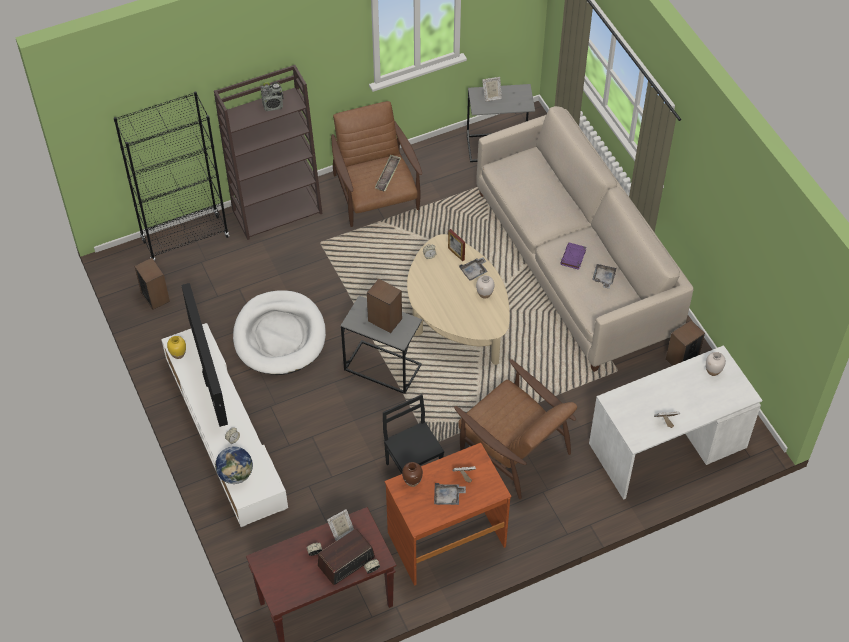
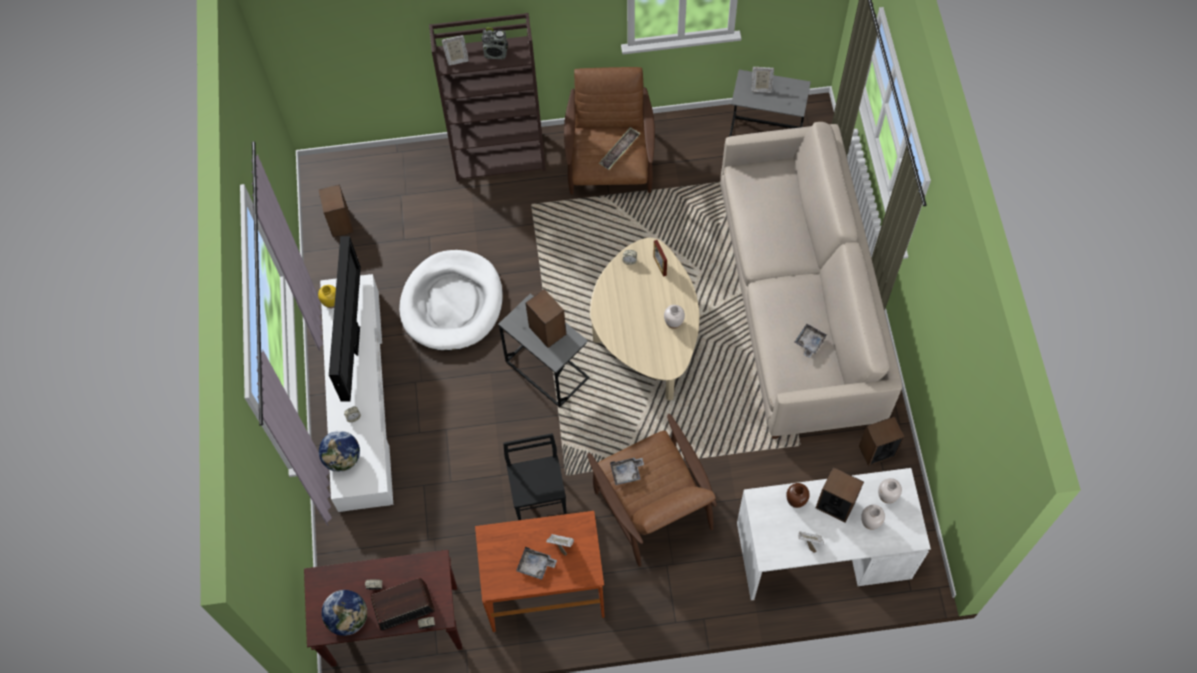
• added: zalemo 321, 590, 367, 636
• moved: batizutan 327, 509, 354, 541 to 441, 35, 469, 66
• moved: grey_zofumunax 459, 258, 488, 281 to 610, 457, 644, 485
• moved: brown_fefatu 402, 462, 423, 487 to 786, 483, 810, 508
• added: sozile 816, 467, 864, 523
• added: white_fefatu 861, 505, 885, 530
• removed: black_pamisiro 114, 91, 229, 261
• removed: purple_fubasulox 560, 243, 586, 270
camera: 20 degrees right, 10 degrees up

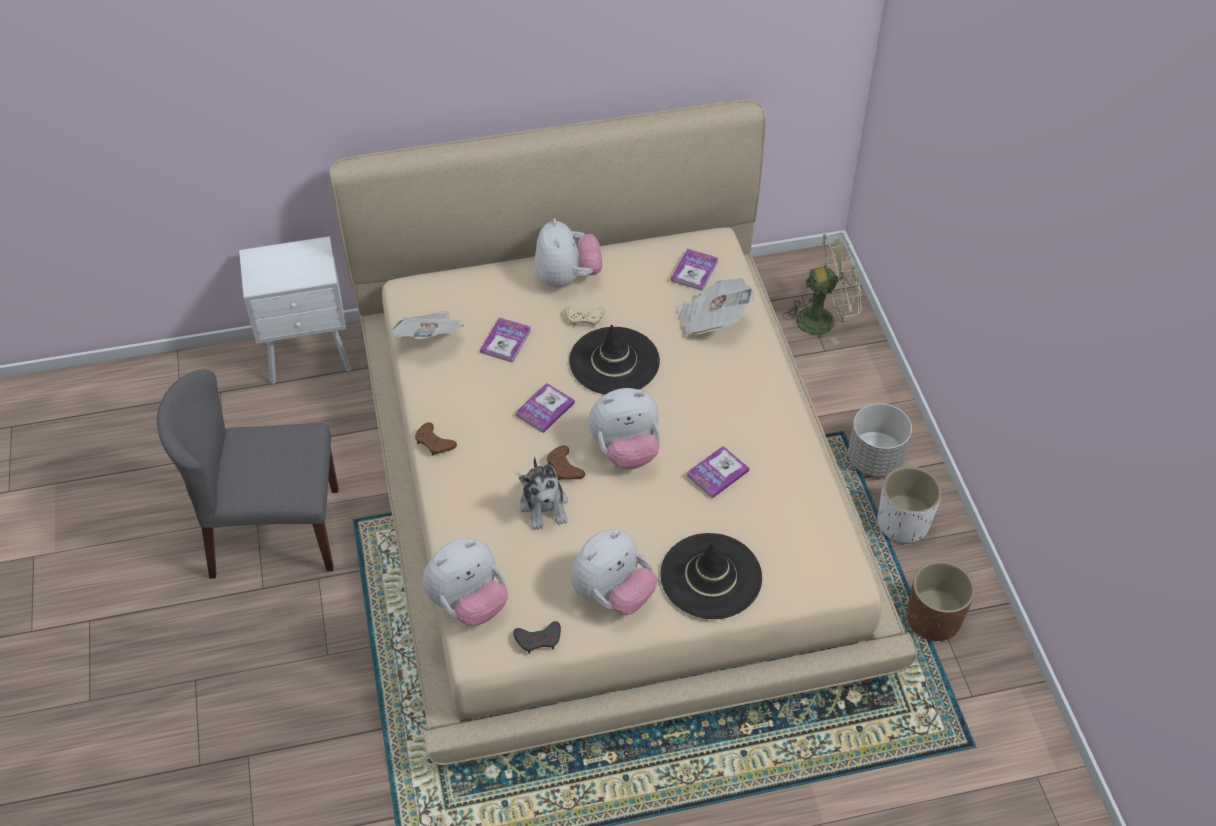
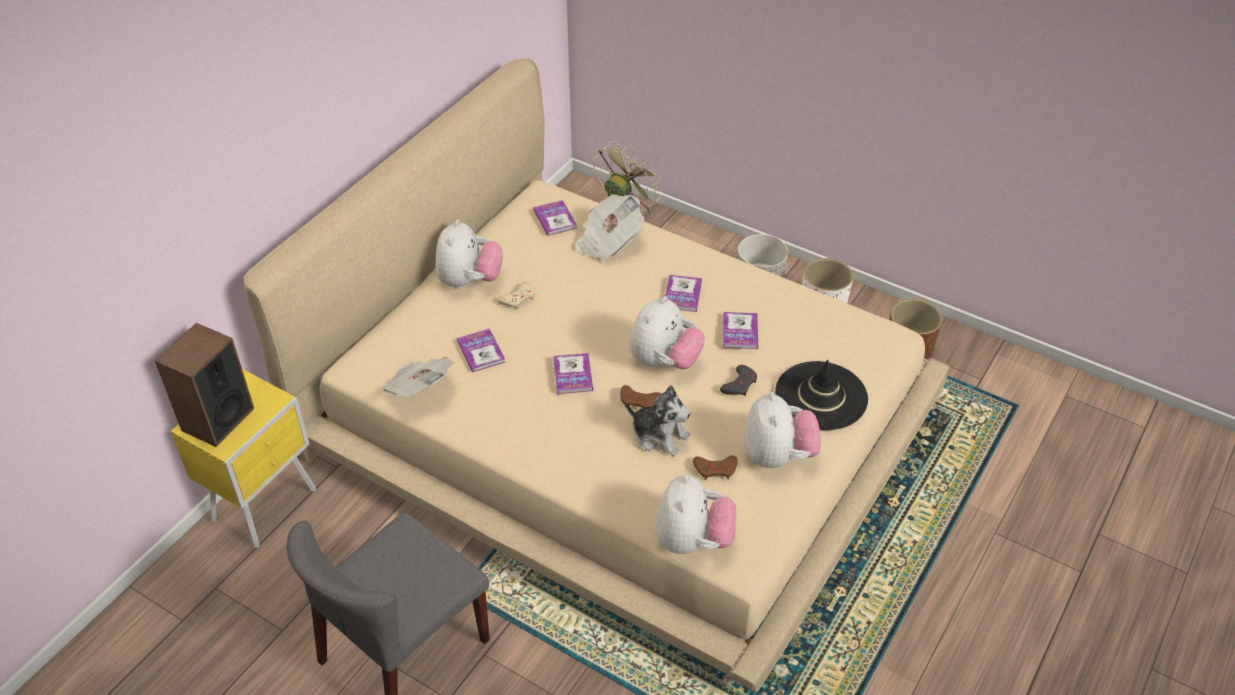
• added: sozile 155, 323, 254, 447
• recoloured: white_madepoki 239, 236, 352, 384 to yellow_madepoki 170, 369, 316, 548
• turned: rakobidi 535, 218, 602, 288 = 435, 219, 503, 289 60 degrees clockwise
• added: fubasulox 665, 275, 702, 312
• moved: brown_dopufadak 415, 422, 457, 456 to 693, 455, 737, 480
• moved: grey_dopufadak 513, 621, 561, 654 to 720, 365, 757, 396
• removed: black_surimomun 569, 325, 660, 395
camera: 45 degrees left, 5 degrees down

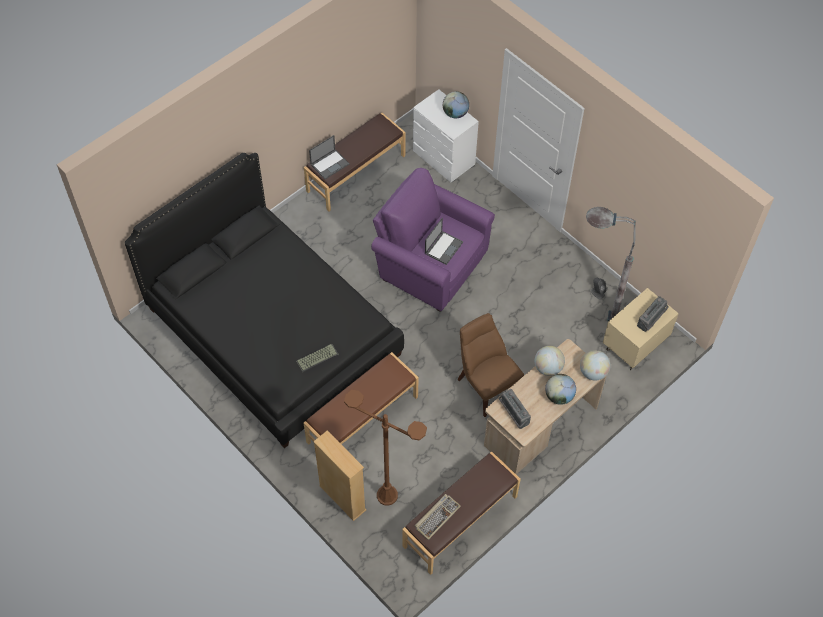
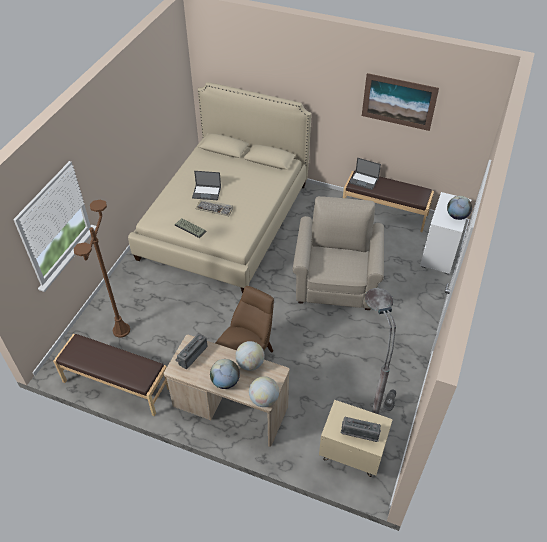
• recoloured: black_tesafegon 125, 153, 404, 448 to beige_tesafegon 128, 82, 311, 293
• moved: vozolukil 425, 218, 463, 265 to 192, 171, 221, 200
• moved: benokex 415, 494, 461, 540 to 196, 199, 233, 216
• recoloured: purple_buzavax 371, 168, 495, 311 to beige_buzavax 293, 196, 384, 310
• added: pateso 362, 73, 439, 131
• removed: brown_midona 304, 352, 419, 444
• removed: beige_pamisiro 313, 431, 366, 521
camera: 65 degrees right, 10 degrees down

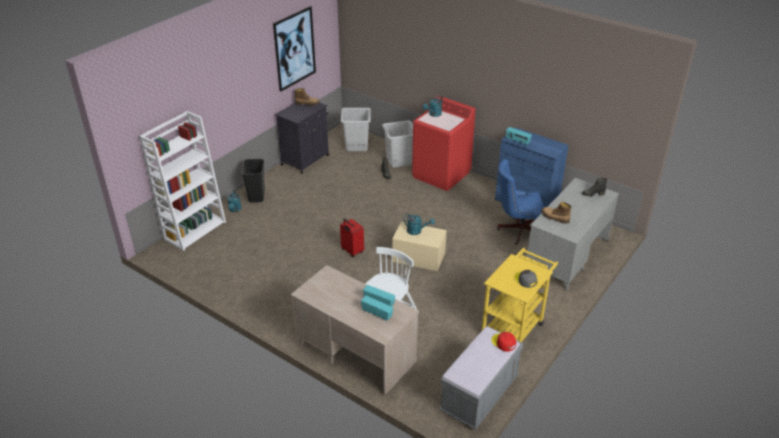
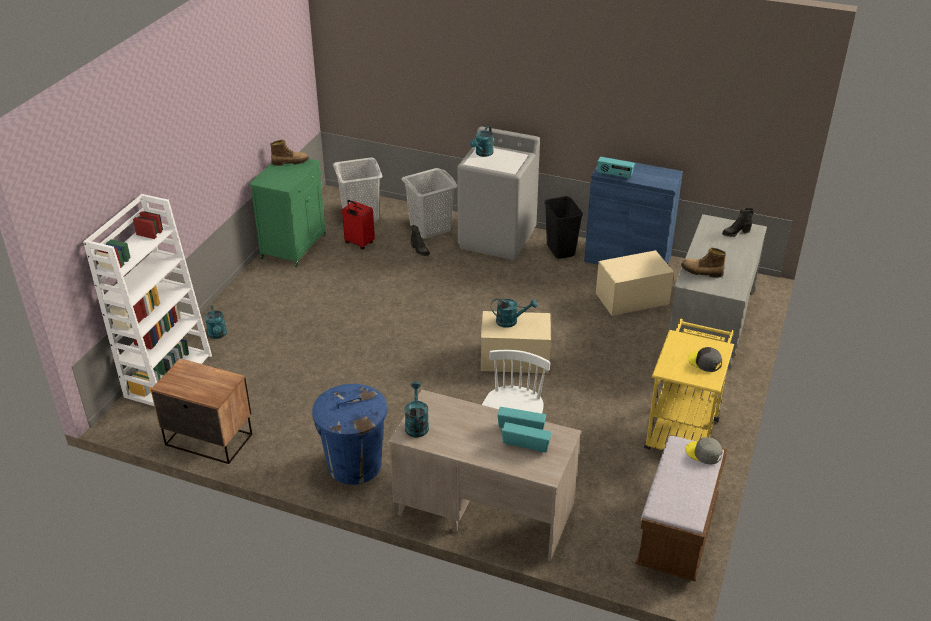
• added: madepoki 151, 358, 252, 464
• recoloured: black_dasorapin 275, 103, 329, 174 to green_dasorapin 249, 159, 326, 267
• added: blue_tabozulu 312, 384, 387, 485
• moved: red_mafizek 340, 219, 364, 257 to 342, 200, 375, 250
• added: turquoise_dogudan 405, 382, 429, 438
• recoloured: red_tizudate 412, 96, 476, 191 to grey_tizudate 457, 127, 540, 260
• moved: black_tabozulu 241, 159, 265, 203 to 544, 196, 583, 259
• replaced: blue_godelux 497, 159, 544, 245 to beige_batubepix 596, 250, 674, 316
• recoloured: grey_midona 439, 326, 523, 430 to brown_midona 635, 435, 728, 581
• recoloured: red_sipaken 492, 332, 516, 352 to grey_sipaken 686, 437, 723, 465
• removed: pateso 273, 6, 316, 92
camera: 15 degrees left, 0 degrees up

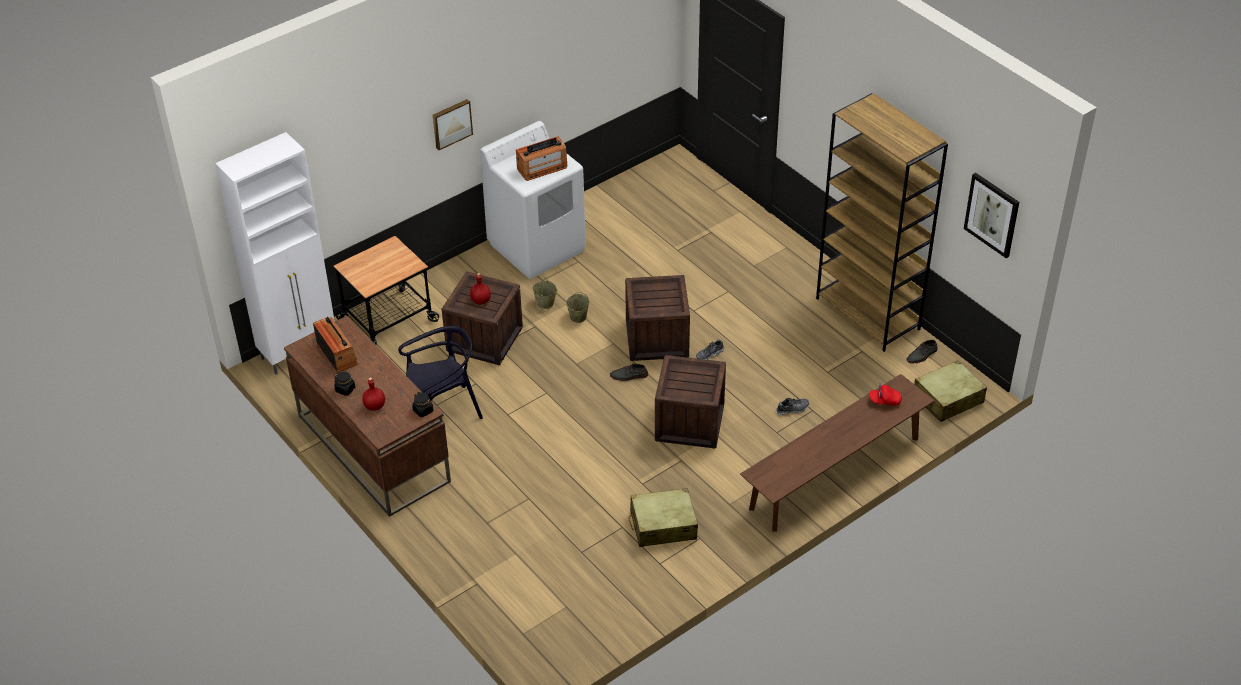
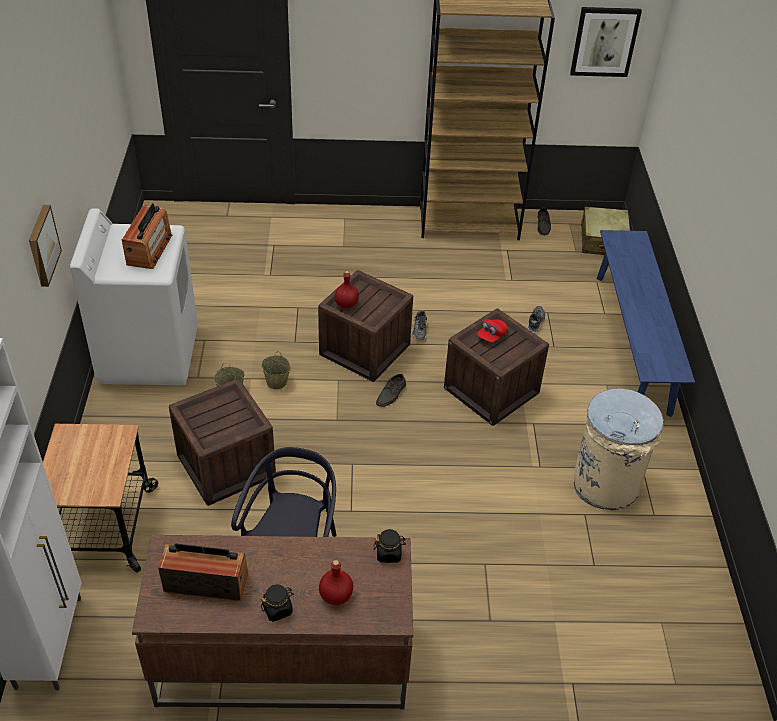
• moved: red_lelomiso 470, 273, 491, 304 to 335, 271, 359, 308
• moved: red_sipaken 869, 384, 902, 406 to 477, 319, 508, 342
• replaced: beige_mafizek 629, 488, 698, 547 to beige_tabozulu 573, 388, 664, 510
• recoloured: brown_midona 740, 374, 935, 532 to blue_midona 597, 230, 695, 417
camera: 55 degrees left, 0 degrees up

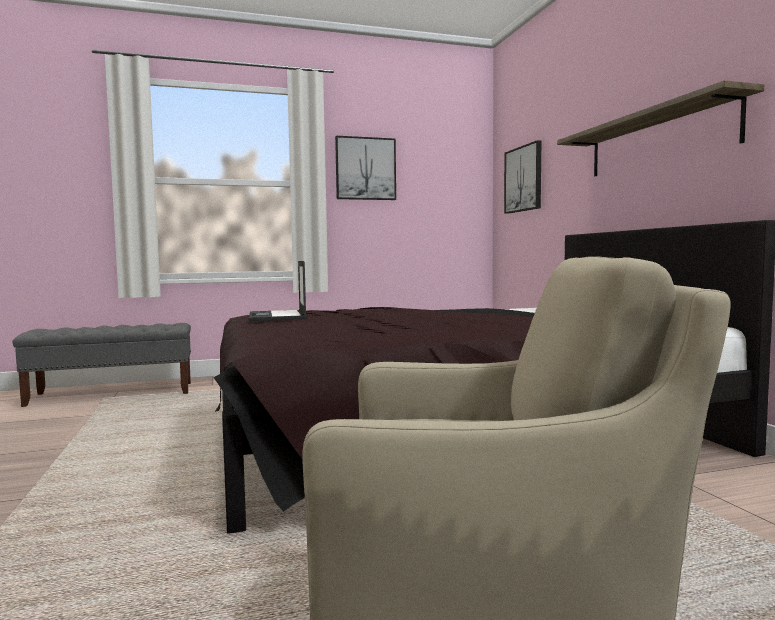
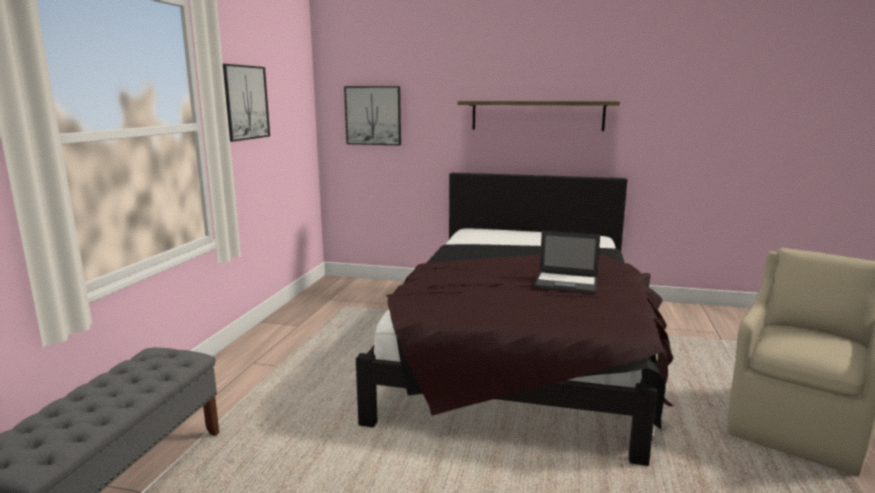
• moved: vozolukil 249, 261, 307, 321 to 534, 231, 600, 294
camera: 60 degrees left, 10 degrees up

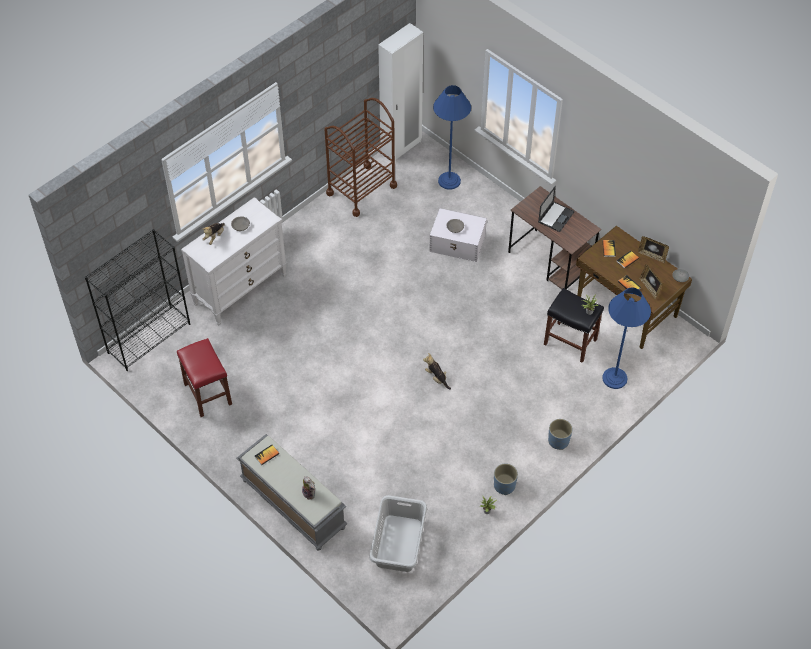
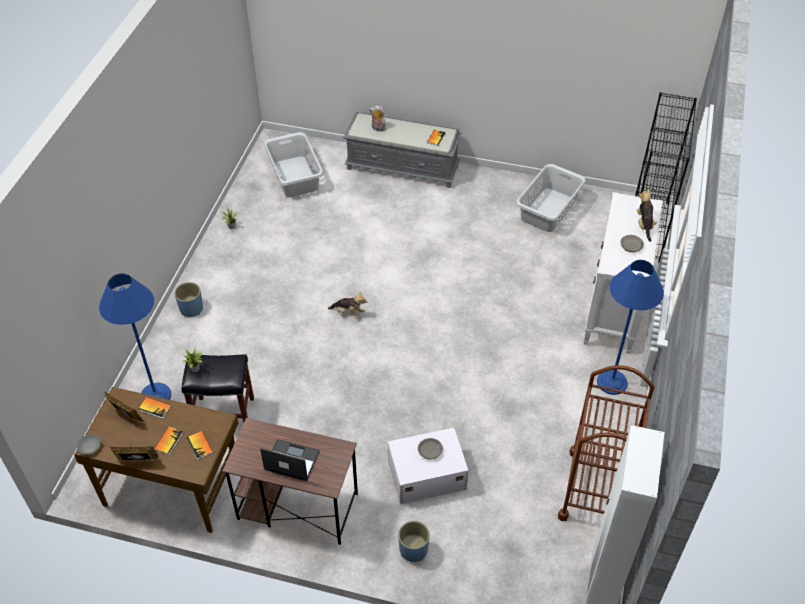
• turned: vozolukil 538, 186, 575, 232 = 260, 439, 320, 481 105 degrees clockwise
• moved: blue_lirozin 494, 464, 518, 495 to 398, 521, 430, 562
• replaced: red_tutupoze 177, 338, 232, 417 to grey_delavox 516, 164, 586, 232
• moved: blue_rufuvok 433, 85, 471, 190 to 597, 260, 664, 395
camera: 150 degrees right, 5 degrees down

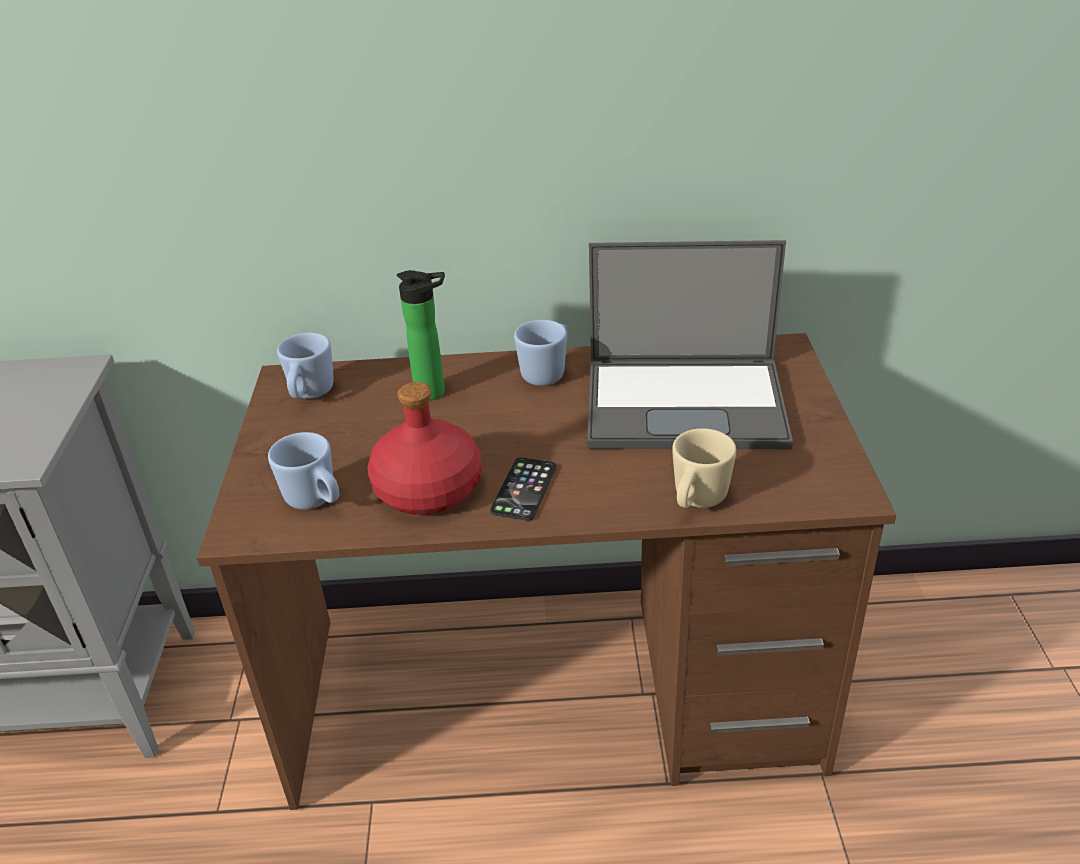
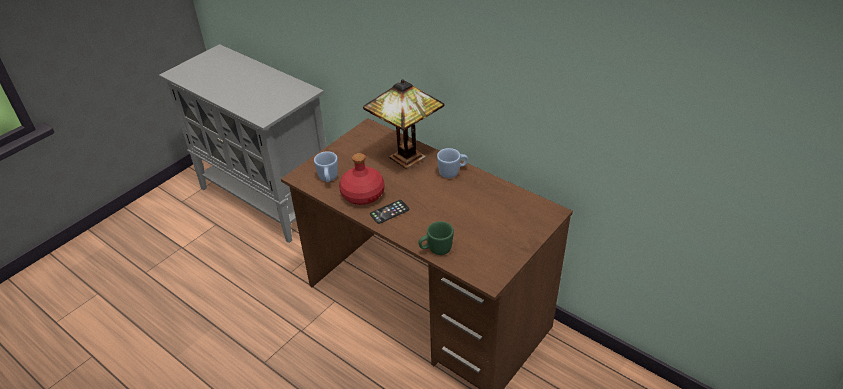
• replaced: lelomiso 397, 270, 445, 400 to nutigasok 363, 79, 444, 169
• recoloured: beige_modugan 672, 428, 736, 508 to green_modugan 419, 221, 454, 255
• removed: blue_modugan 277, 333, 334, 399
• removed: vozolukil 587, 240, 793, 449
camera: 40 degrees right, 5 degrees up

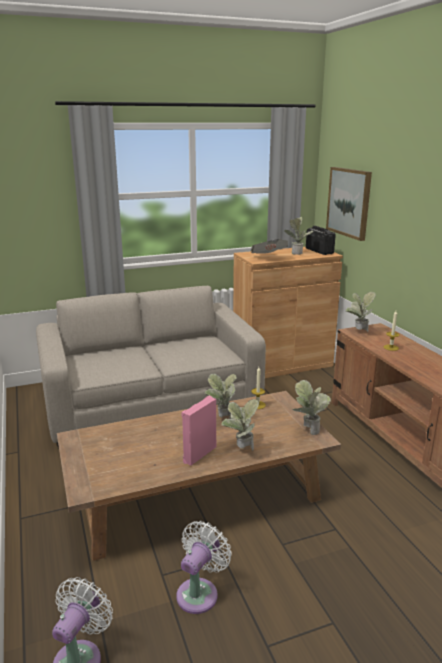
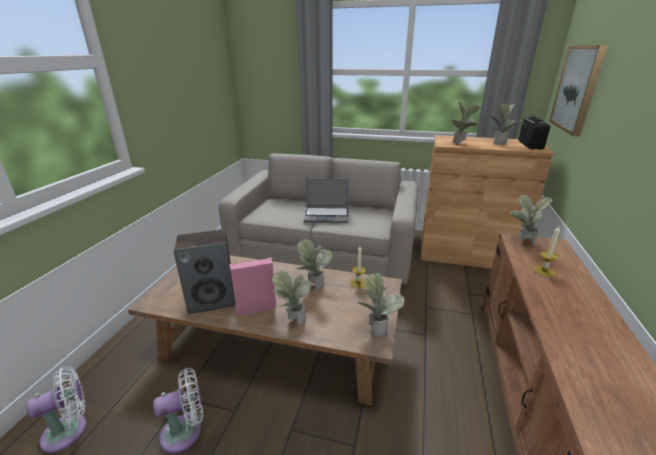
• added: sozile 174, 229, 236, 314
• added: vozolukil 304, 178, 349, 223
• replaced: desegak 251, 239, 288, 254 to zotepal 452, 102, 481, 144
camera: 35 degrees right, 5 degrees up

